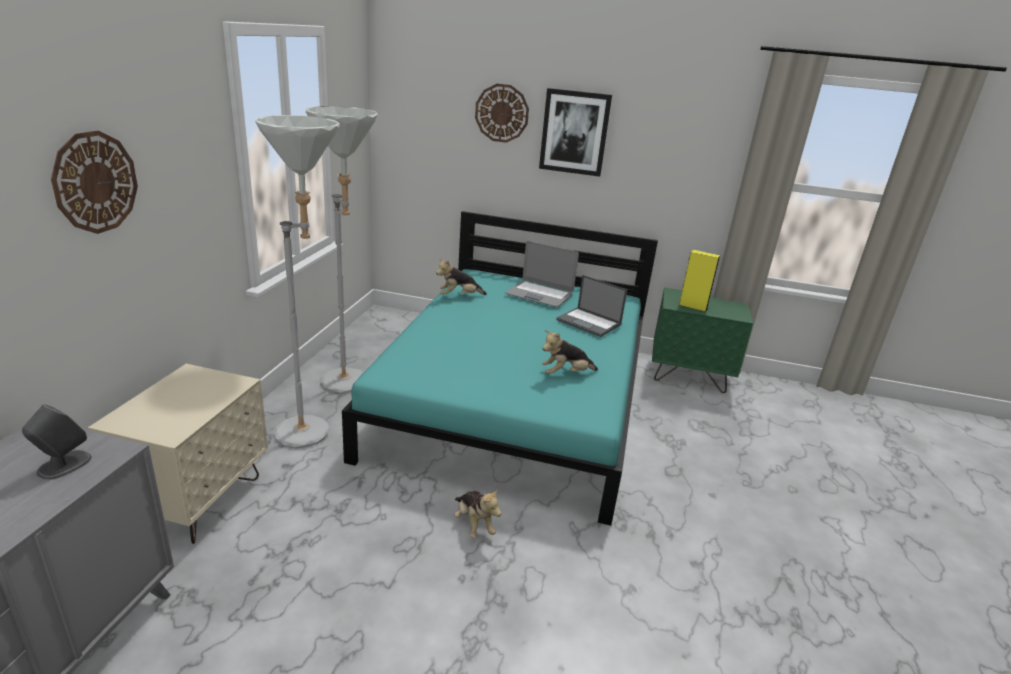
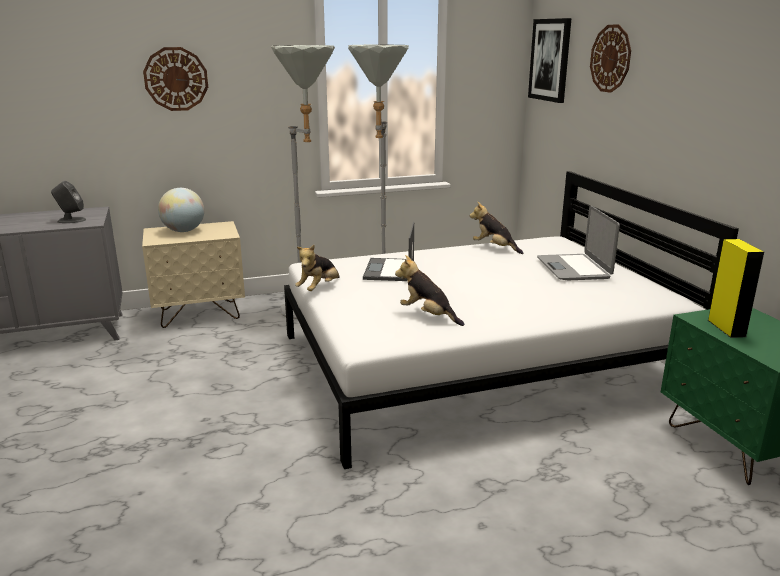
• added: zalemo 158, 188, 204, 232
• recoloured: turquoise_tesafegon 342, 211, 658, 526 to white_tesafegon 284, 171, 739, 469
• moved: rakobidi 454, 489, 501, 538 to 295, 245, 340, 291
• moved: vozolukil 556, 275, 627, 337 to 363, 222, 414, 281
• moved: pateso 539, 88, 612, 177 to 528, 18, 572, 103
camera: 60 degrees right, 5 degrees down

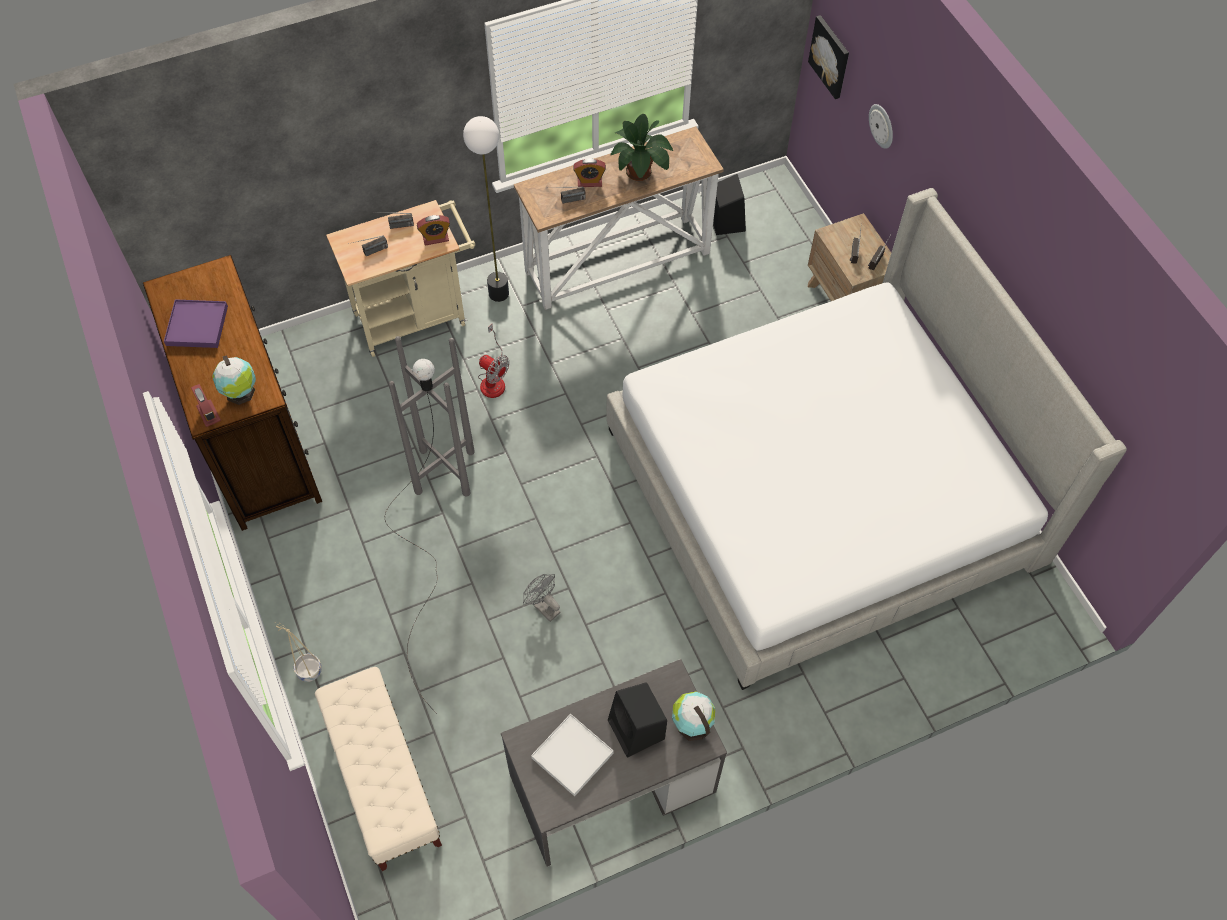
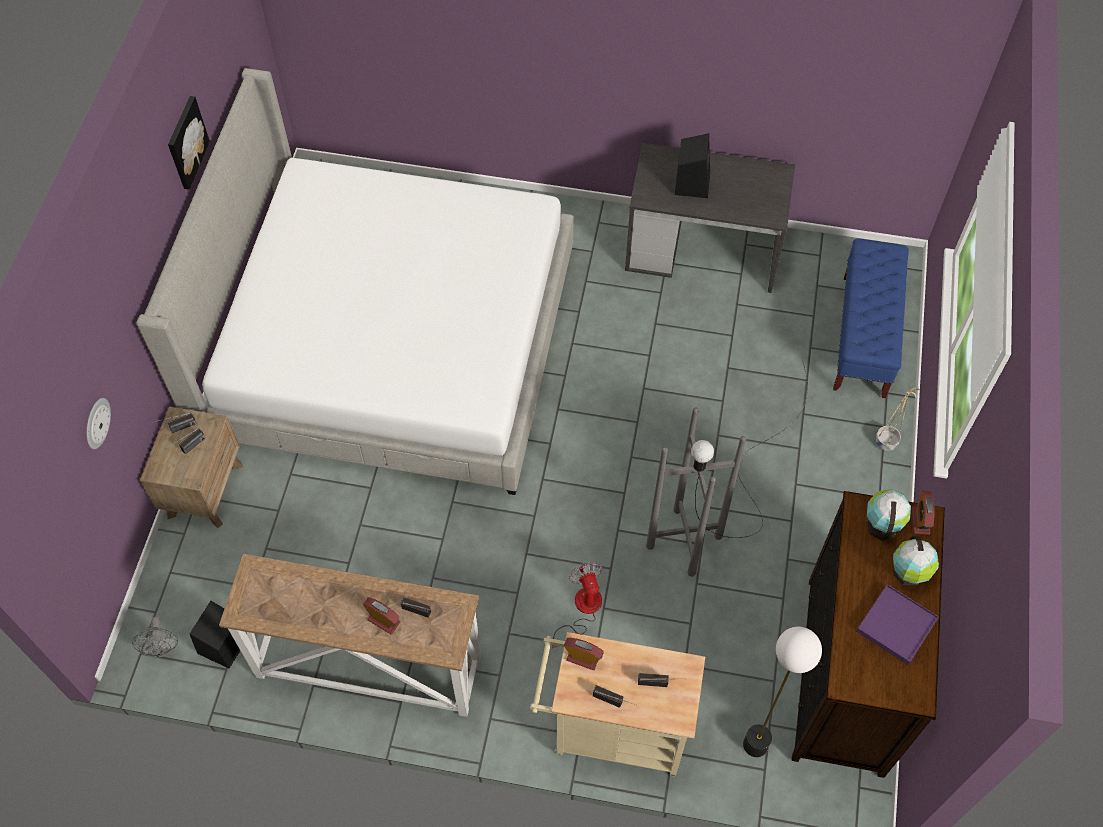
• moved: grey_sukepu 523, 574, 561, 622 to 132, 617, 178, 658
• moved: pateso 808, 15, 849, 99 to 168, 96, 210, 190
• moved: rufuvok 463, 116, 509, 302 to 743, 627, 822, 757
• recoloured: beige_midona 315, 667, 442, 871 to blue_midona 833, 239, 909, 398
• moved: zalemo 672, 691, 715, 741 to 893, 536, 939, 585
• removed: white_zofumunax 531, 714, 614, 796
• removed: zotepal 610, 114, 673, 181
camera: 145 degrees left, 0 degrees up

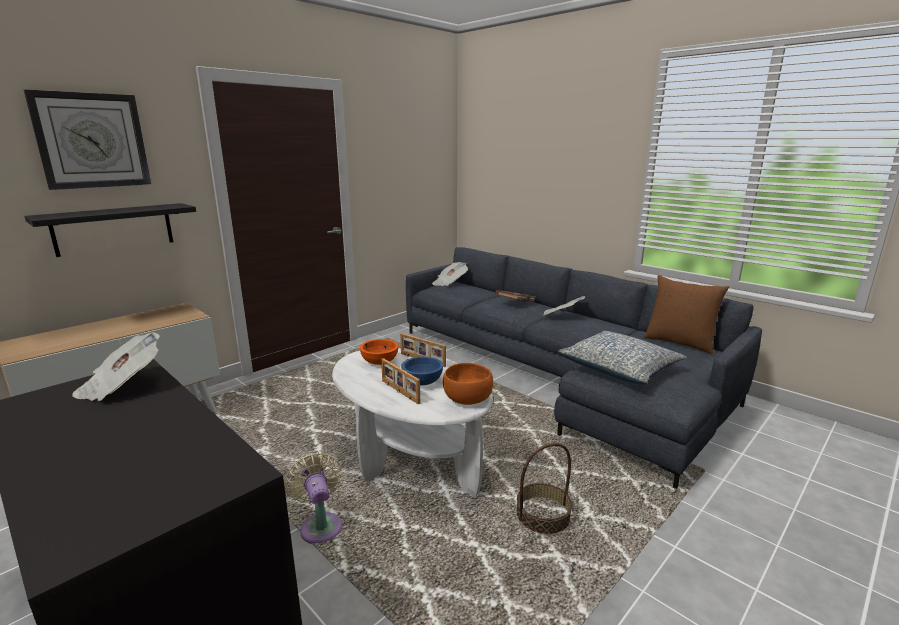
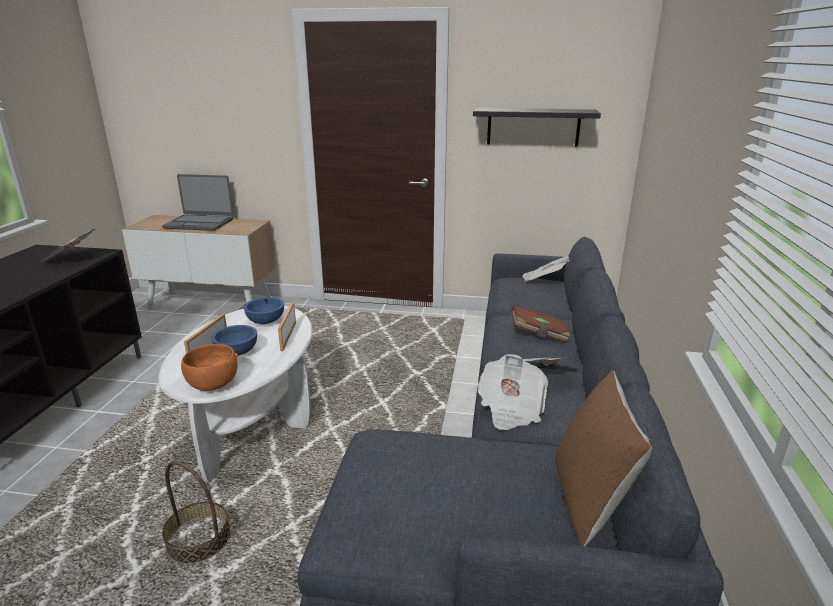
• added: vozolukil 162, 174, 234, 231
• recoloured: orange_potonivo 360, 339, 398, 365 to blue_potonivo 243, 297, 284, 324
• moved: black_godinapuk 24, 203, 196, 257 to 473, 108, 601, 147
• added: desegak 477, 354, 548, 430
• removed: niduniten 24, 89, 151, 190
• removed: beige_sukepu 285, 452, 342, 544
• removed: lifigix 558, 331, 686, 385
camera: 55 degrees right, 5 degrees up

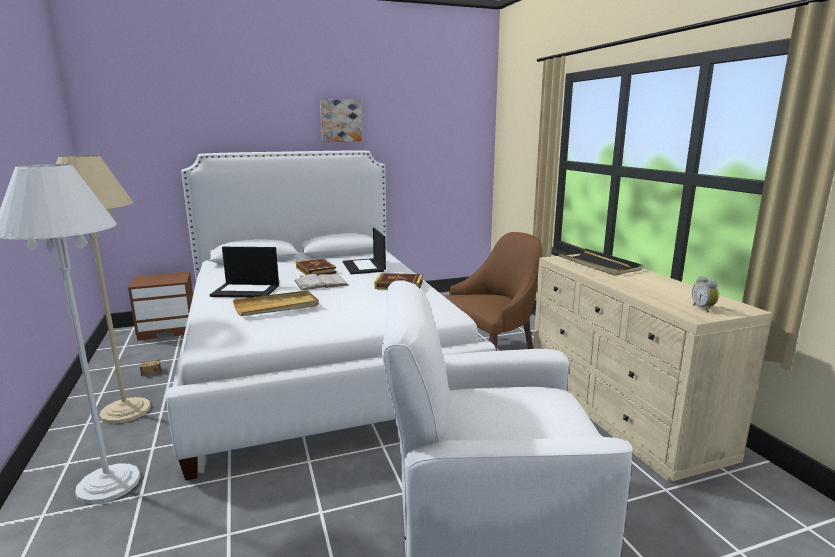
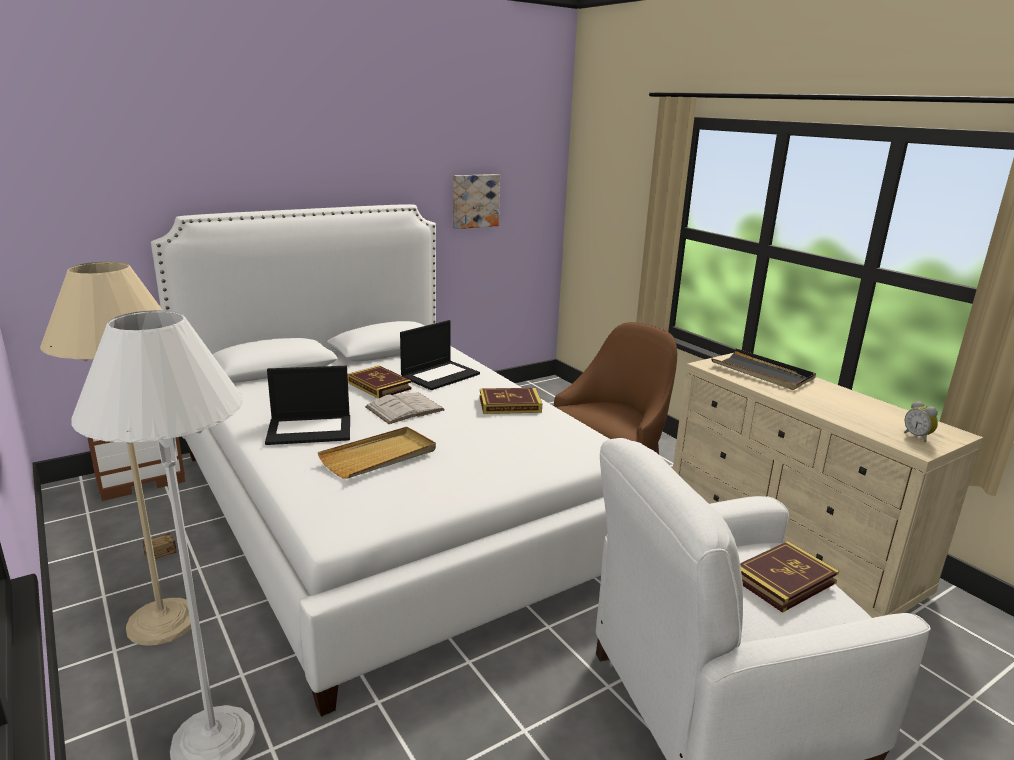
• turned: vozolukil 343, 228, 386, 274 = 400, 320, 480, 390 105 degrees counterclockwise
• moved: pateso 320, 99, 362, 142 to 453, 174, 500, 229
• added: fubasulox 740, 541, 839, 613
camera: 15 degrees left, 5 degrees up

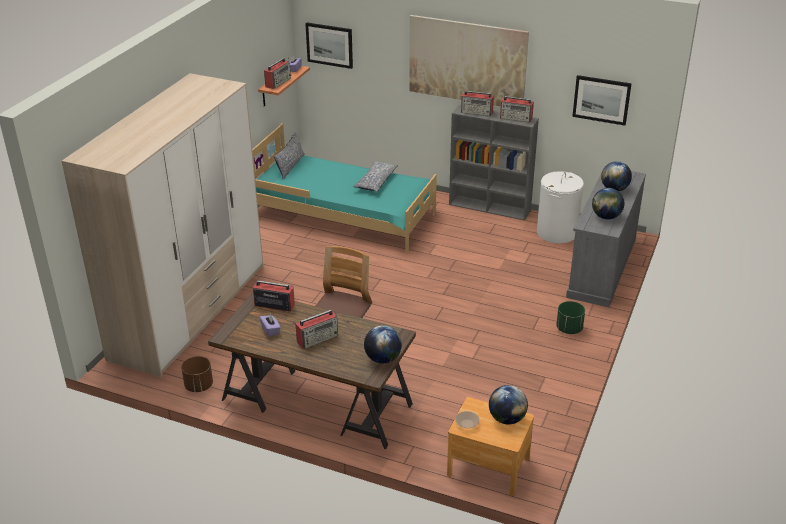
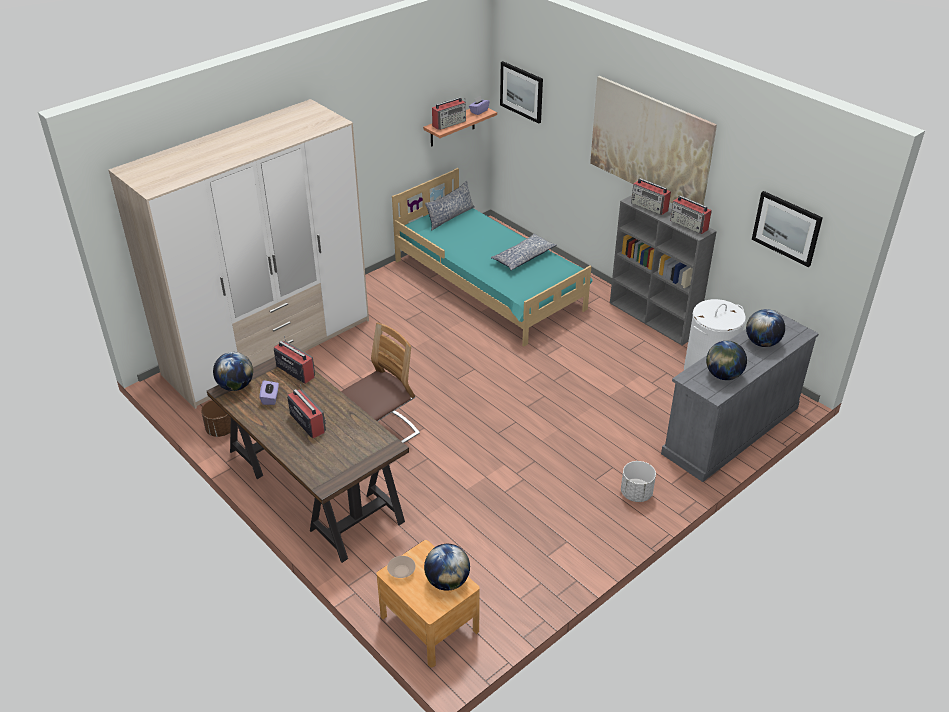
• moved: zalemo 364, 325, 402, 363 to 213, 352, 253, 391
• turned: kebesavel 295, 310, 338, 349 = 287, 384, 326, 438 120 degrees counterclockwise
• recoloured: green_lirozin 556, 301, 585, 334 to white_lirozin 621, 461, 656, 502
camera: 25 degrees right, 5 degrees up

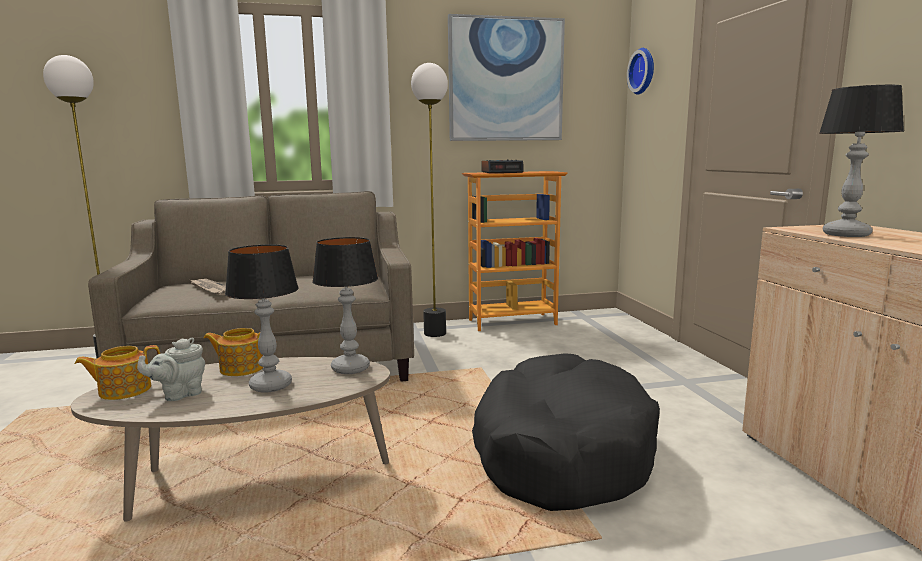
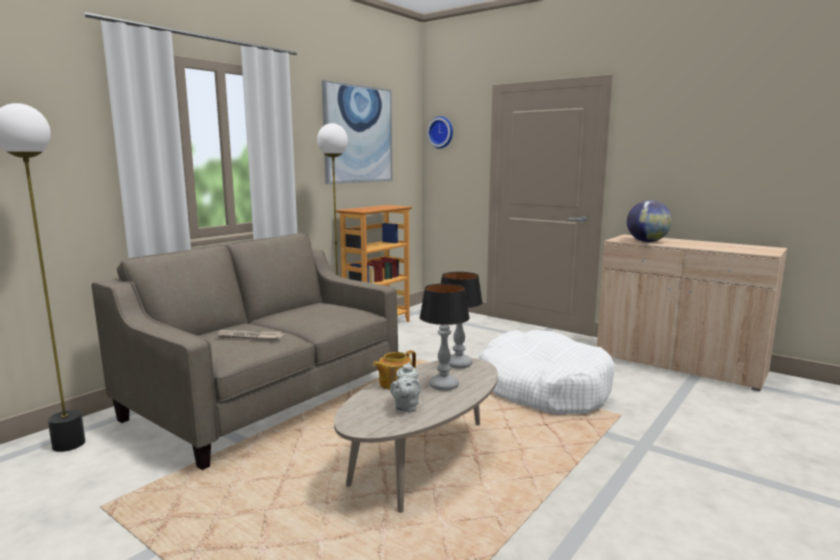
• recoloured: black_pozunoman 472, 353, 660, 511 to white_pozunoman 478, 330, 615, 415
• replaced: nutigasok 819, 85, 904, 237 to zalemo 627, 200, 672, 242
• removed: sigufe 74, 345, 160, 400
• removed: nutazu 481, 160, 524, 173
camera: 40 degrees left, 0 degrees up

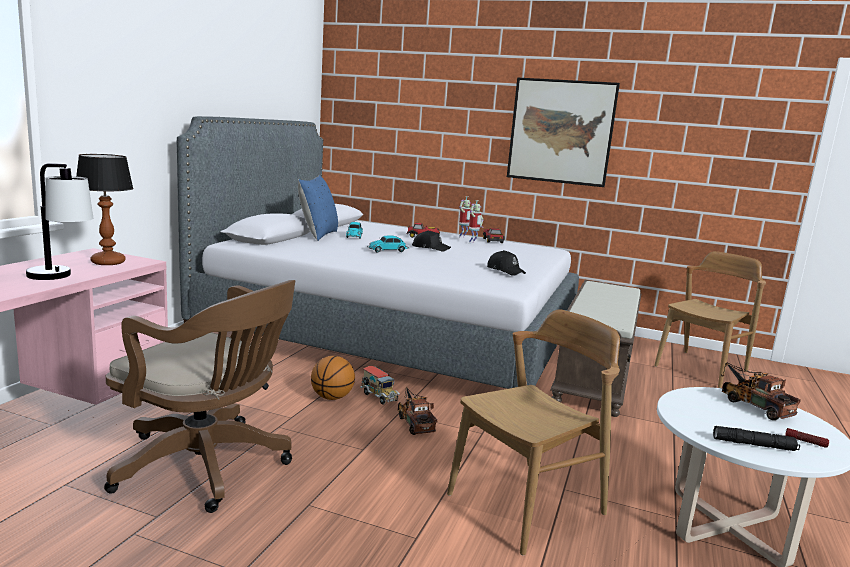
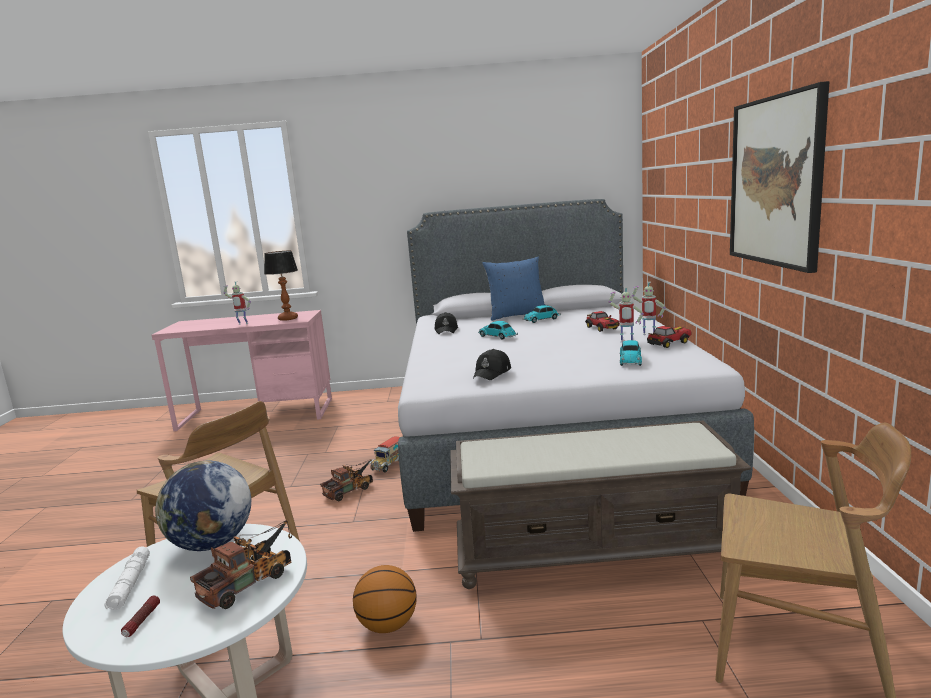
• recoloured: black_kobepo 713, 426, 800, 451 to white_kobepo 104, 547, 150, 610
• added: zalemo 155, 461, 251, 551
• replaced: nutigasok 26, 163, 94, 280 to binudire 224, 281, 251, 325
• moved: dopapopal 311, 356, 355, 400 to 353, 565, 417, 633
• moved: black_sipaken 412, 230, 451, 252 to 434, 312, 458, 334
• added: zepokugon 620, 340, 642, 366
• removed: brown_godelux 104, 280, 295, 513
camera: 70 degrees right, 0 degrees up

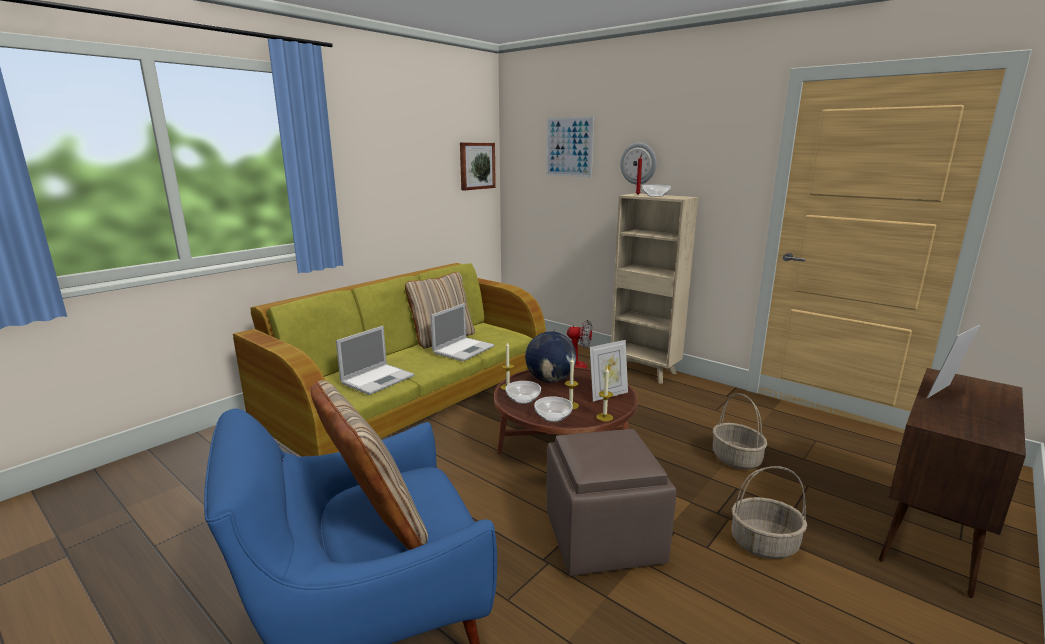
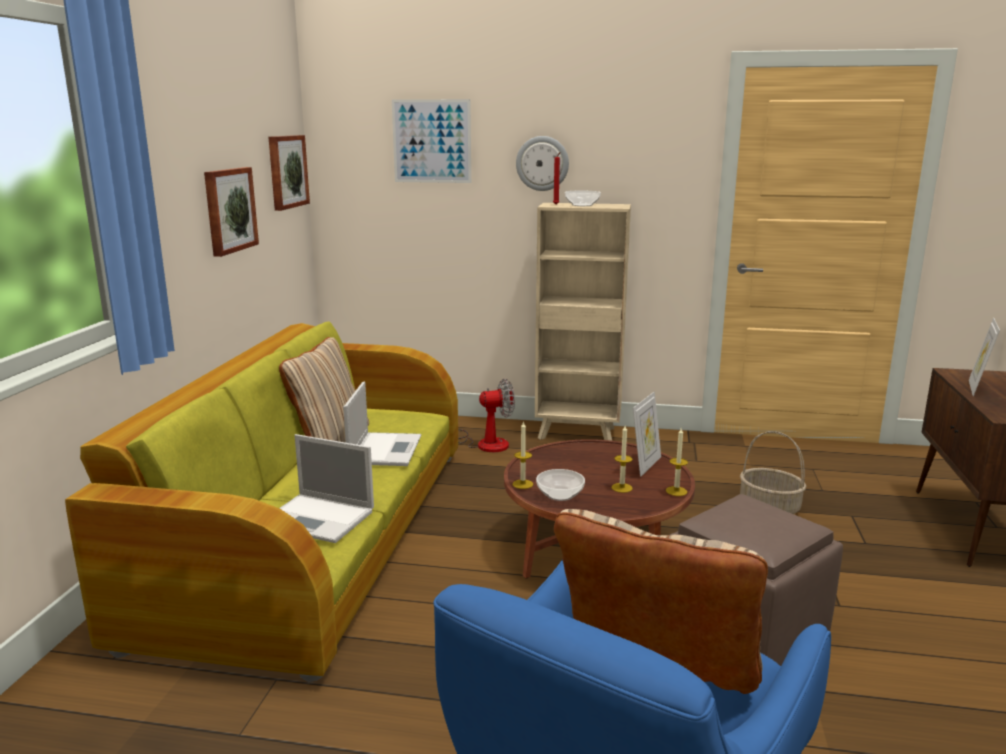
• added: pateso 204, 167, 259, 257
• turned: vozolukil 336, 326, 414, 395 = 280, 434, 374, 543 105 degrees clockwise
• removed: zalemo 525, 331, 576, 383
• removed: potonivo 534, 396, 573, 422
• removed: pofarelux 731, 466, 807, 559
camera: 30 degrees left, 0 degrees up

